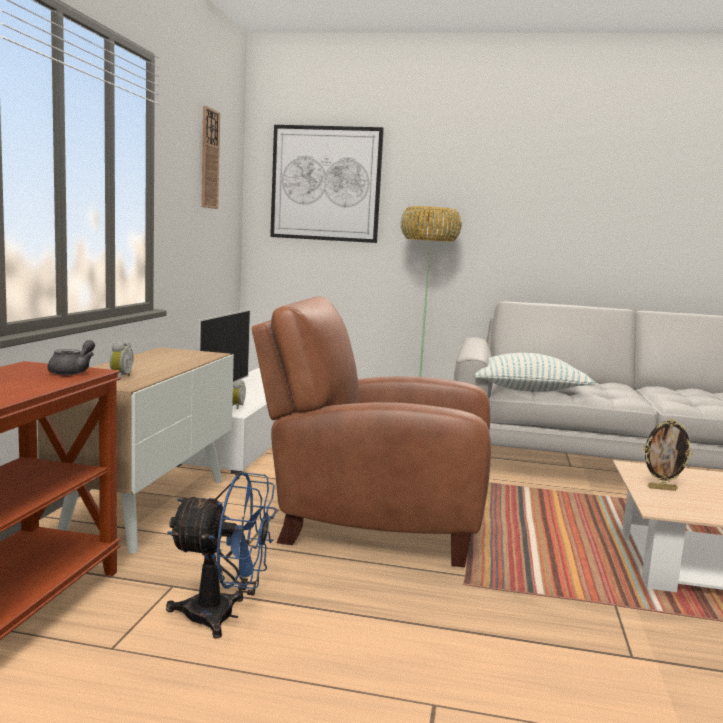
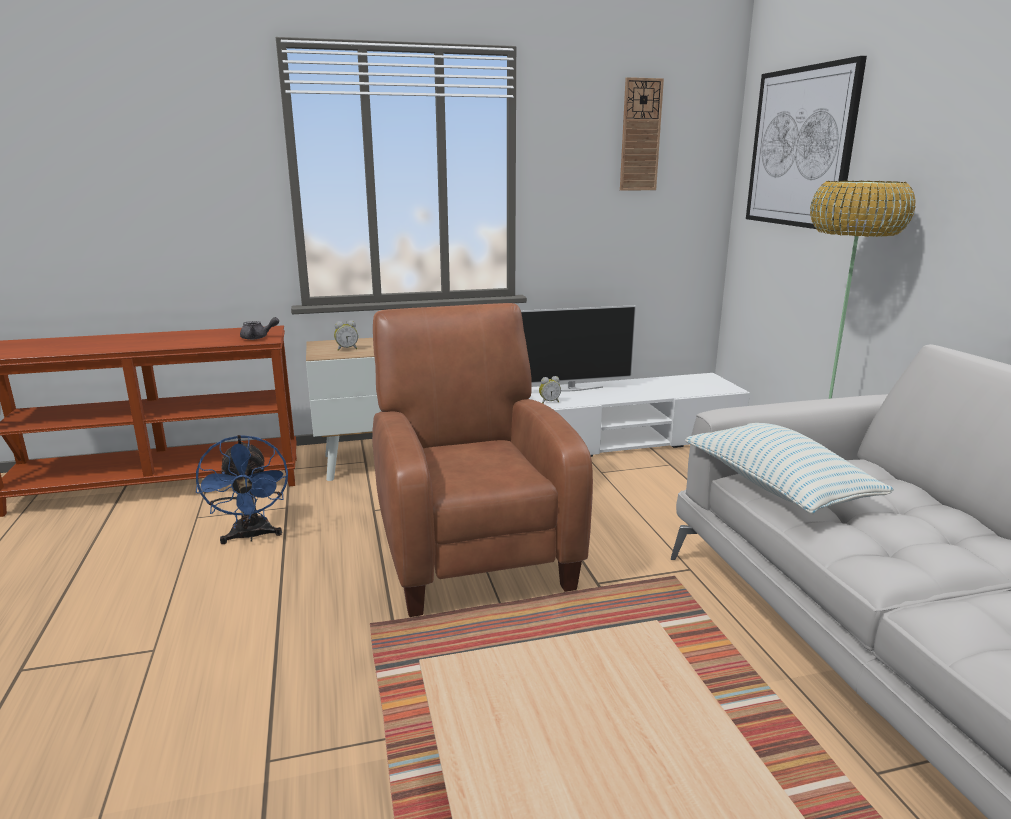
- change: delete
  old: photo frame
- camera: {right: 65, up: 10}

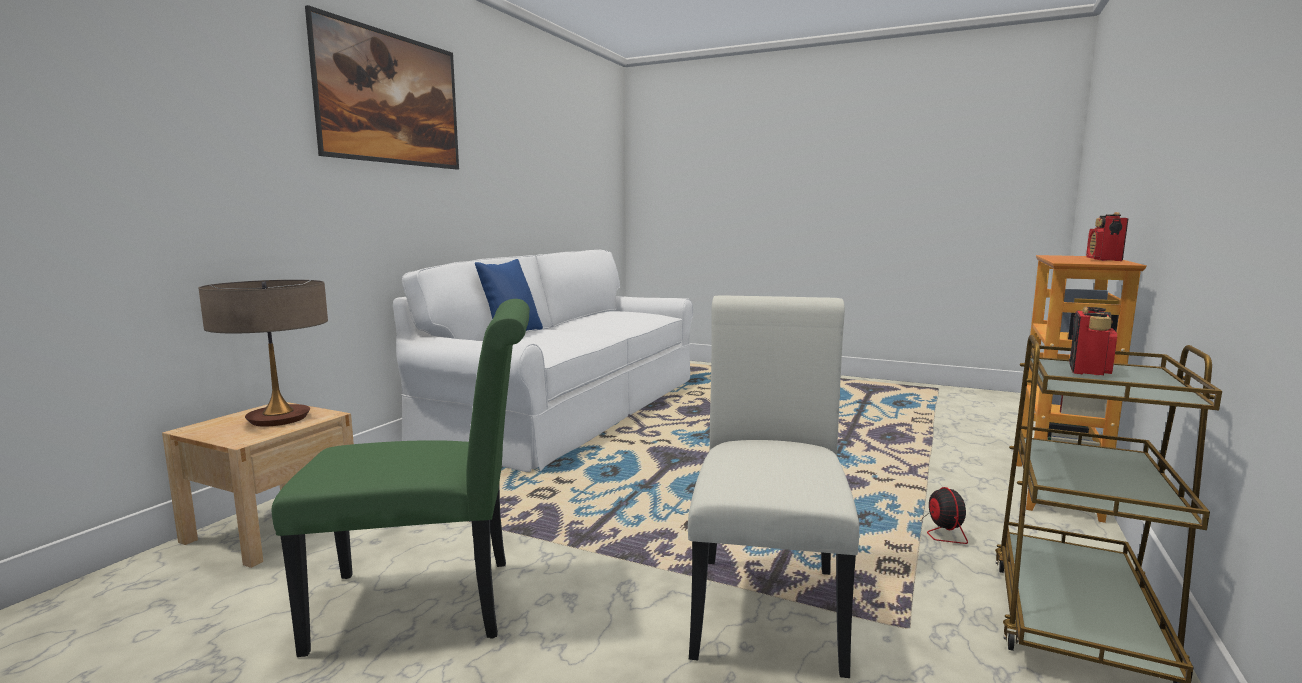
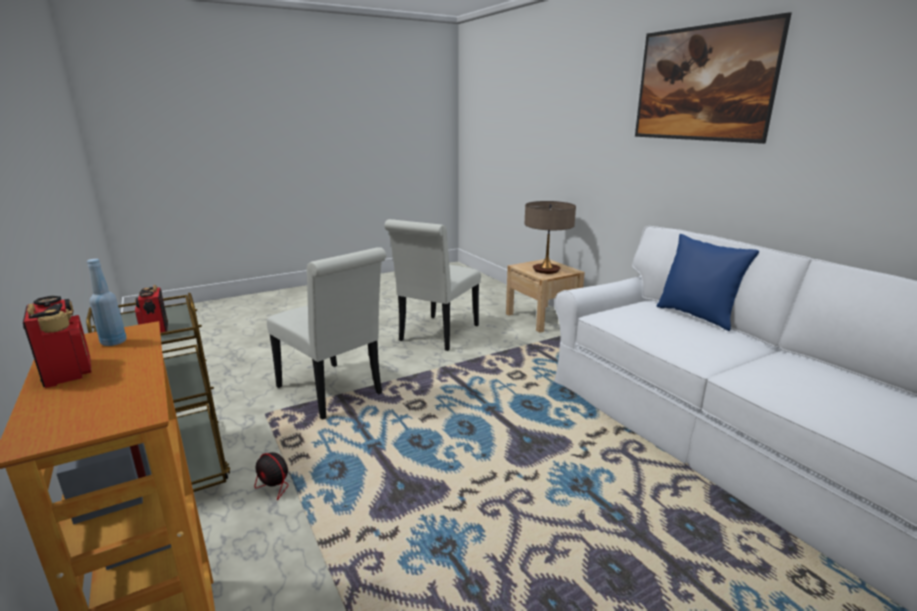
- change: recolor
  old: plain chair in green
  new: plain chair in white-coloured (2nd from left)
- change: insert
  new: bottle in blue-coloured
- camera: {right: 125, up: 10}

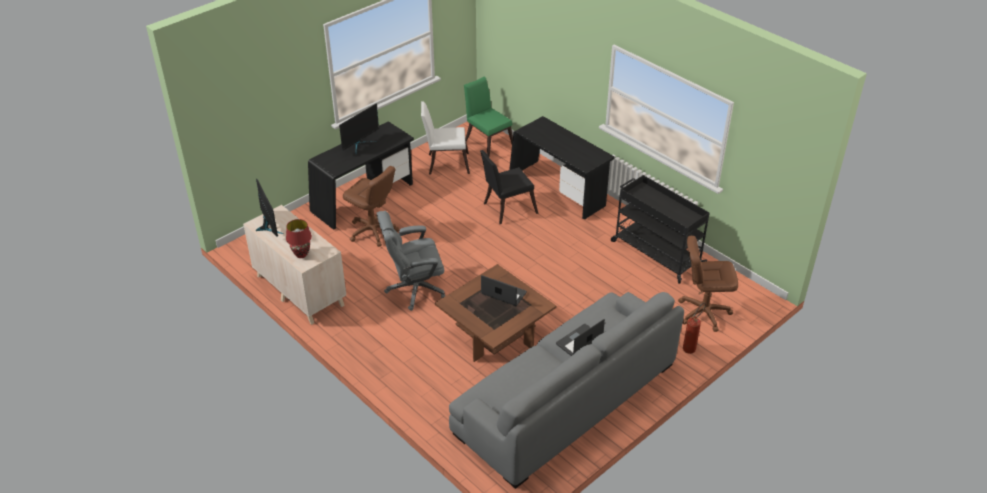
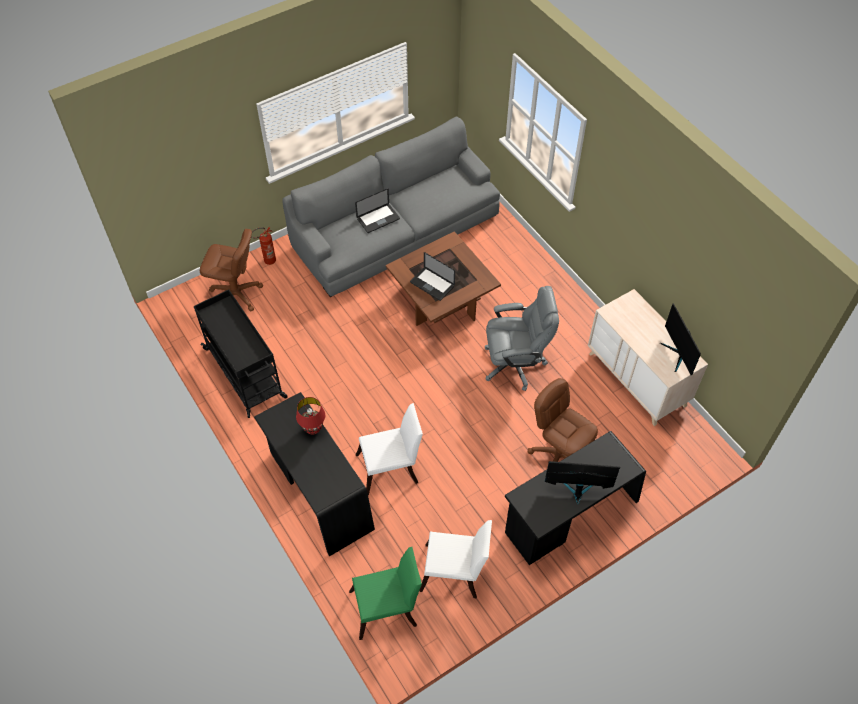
- change: rotate
  old: plain chair in green
  degrees: -75
- change: rotate
  old: computer display (2nd from left in the first image)
  degrees: 45
- change: recolor
  old: plain chair in black-coloured
  new: plain chair in white-coloured (1st from left)
- change: move
  old: tabletop lamp in reddish
- camera: {right: -170, up: 15}

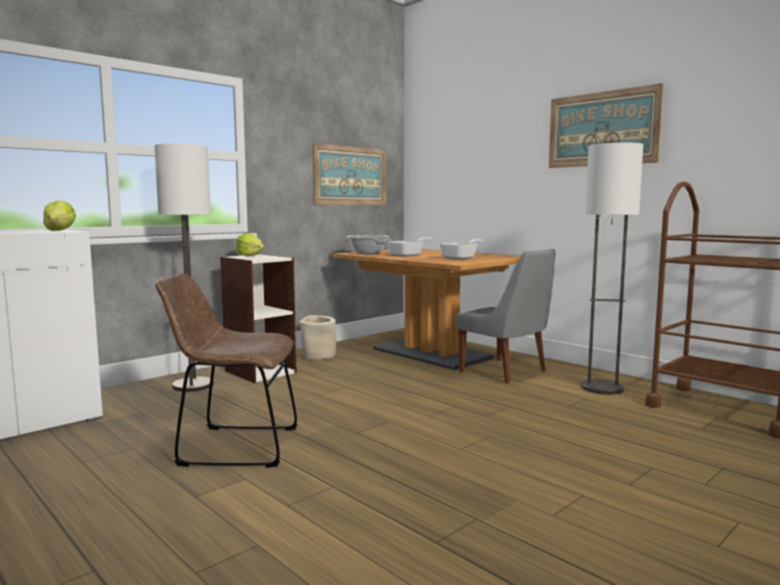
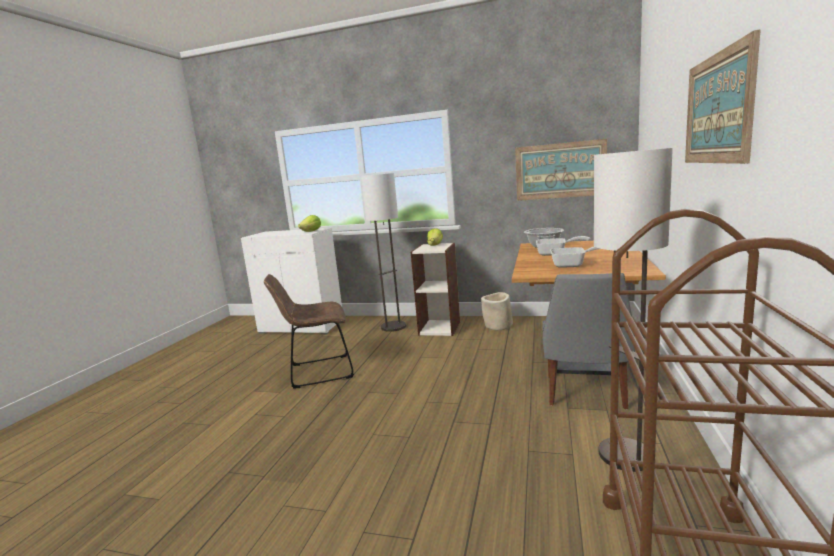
- change: rotate
  old: plain chair in brownish
  degrees: -75
- camera: {right: 60, up: 5}

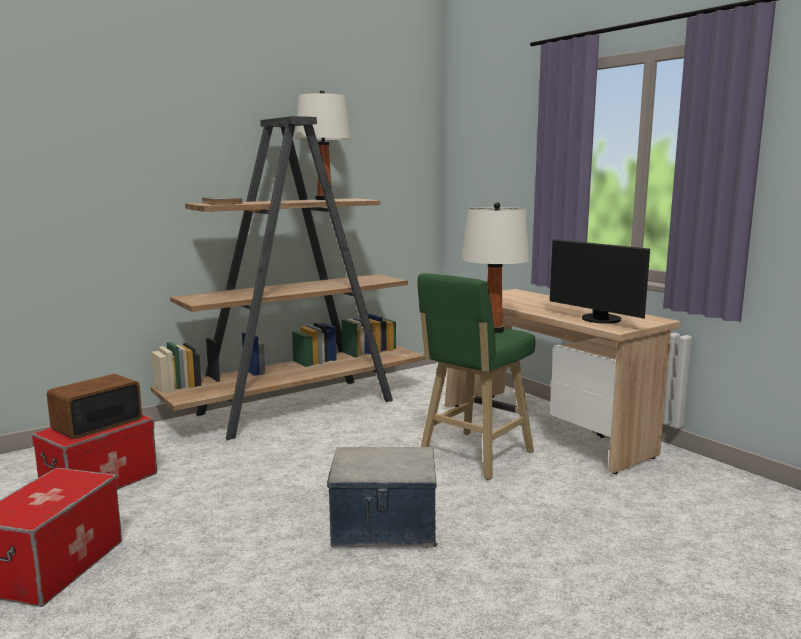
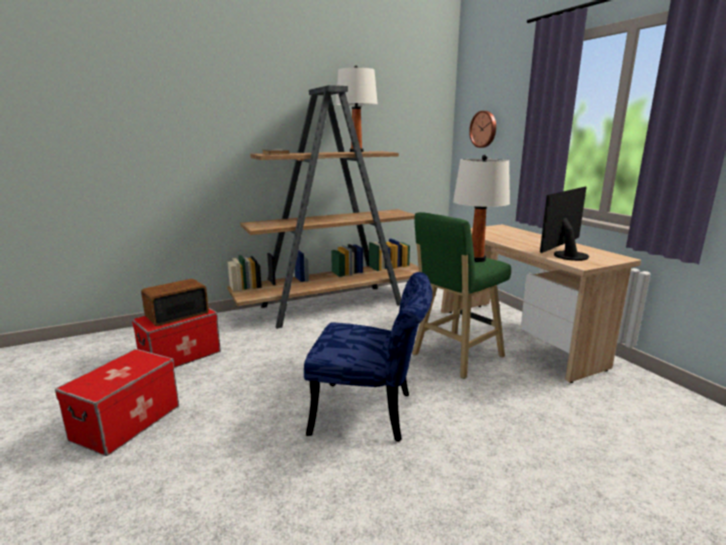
- change: rotate
  old: computer display
  degrees: 75
- change: replace
  old: storage box (3rd from left)
  new: plain chair in blue-coloured
- change: insert
  new: clock on the wall
- camera: {right: 10, up: 5}

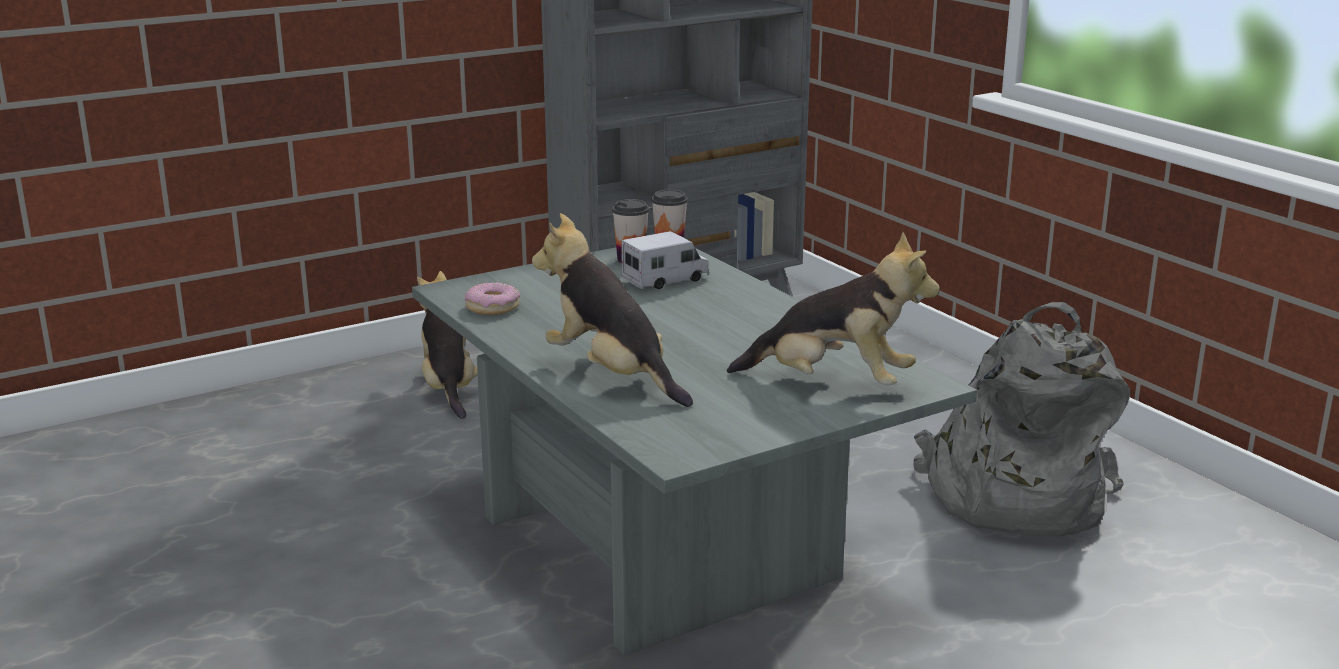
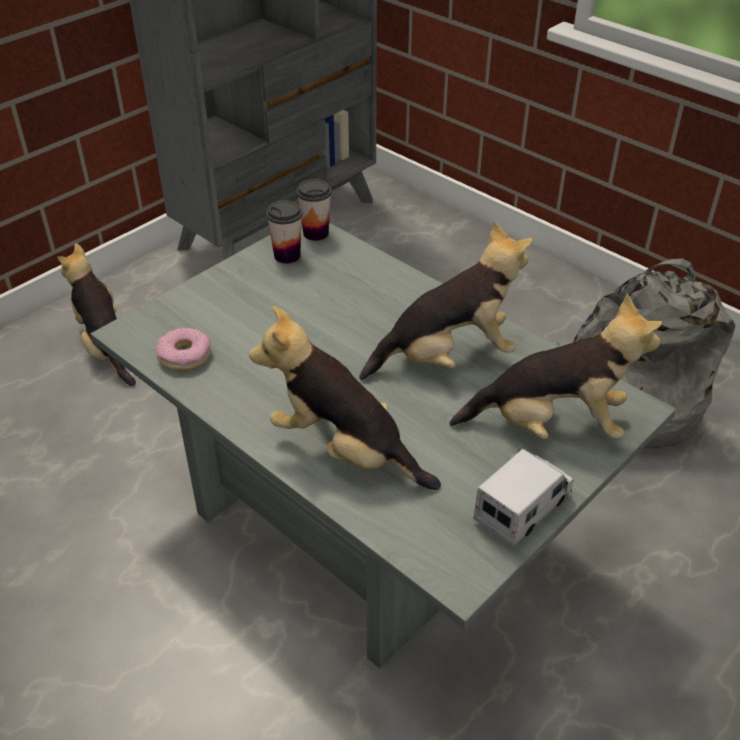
- change: move
  old: model truck
- change: insert
  new: plush toy (3rd from left)
- camera: {right: -15, up: 20}

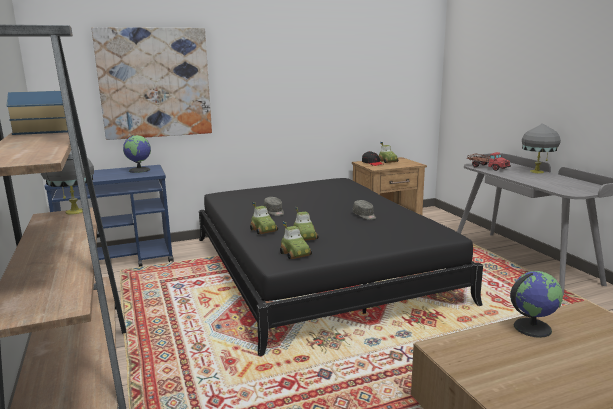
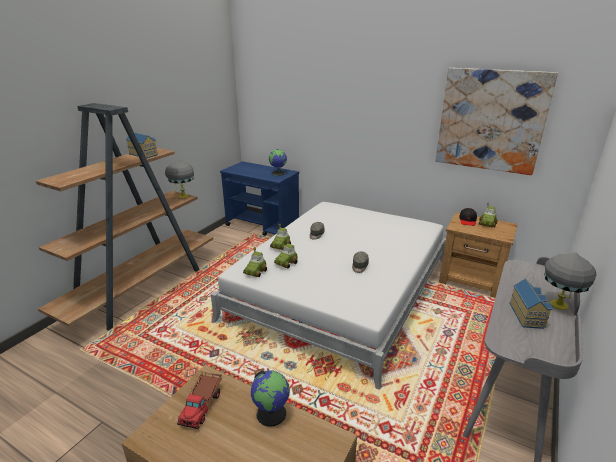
- change: move
  old: picture
- change: move
  old: model truck
- change: recolor
  old: bed in black-coloured
  new: bed in white-coloured
- change: insert
  new: model house (2nd from left)
- camera: {right: 50, up: 10}

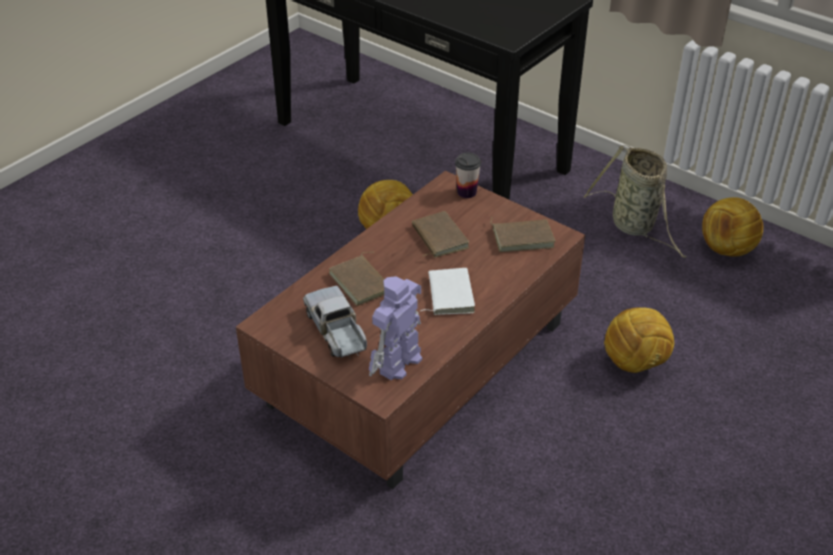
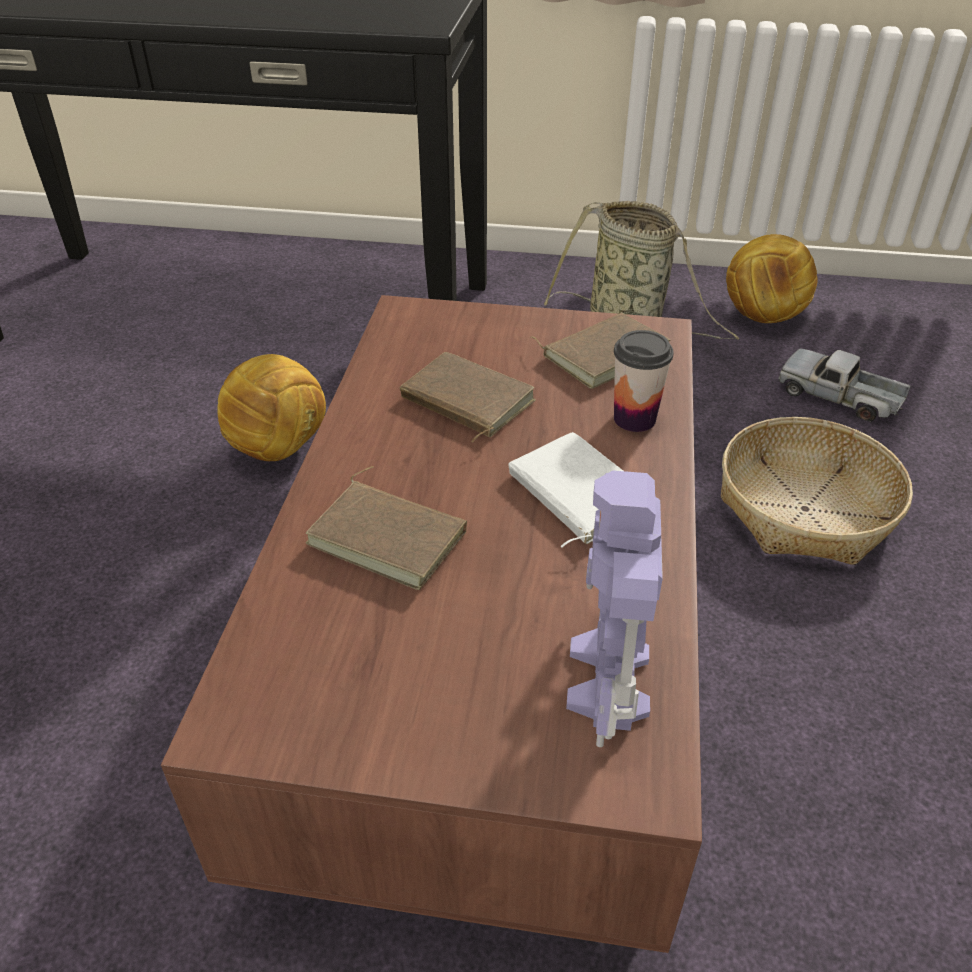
- change: move
  old: small cup
- change: move
  old: model truck
- change: replace
  old: football ball (2nd from left)
  new: basket (2nd from left)
- camera: {right: -30, up: 0}

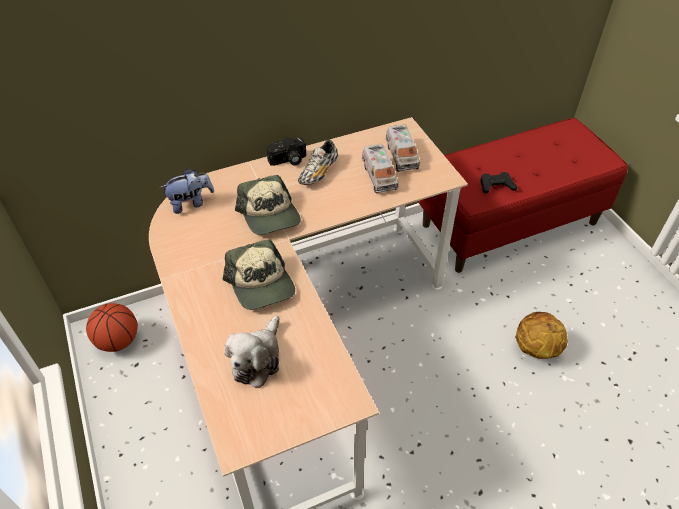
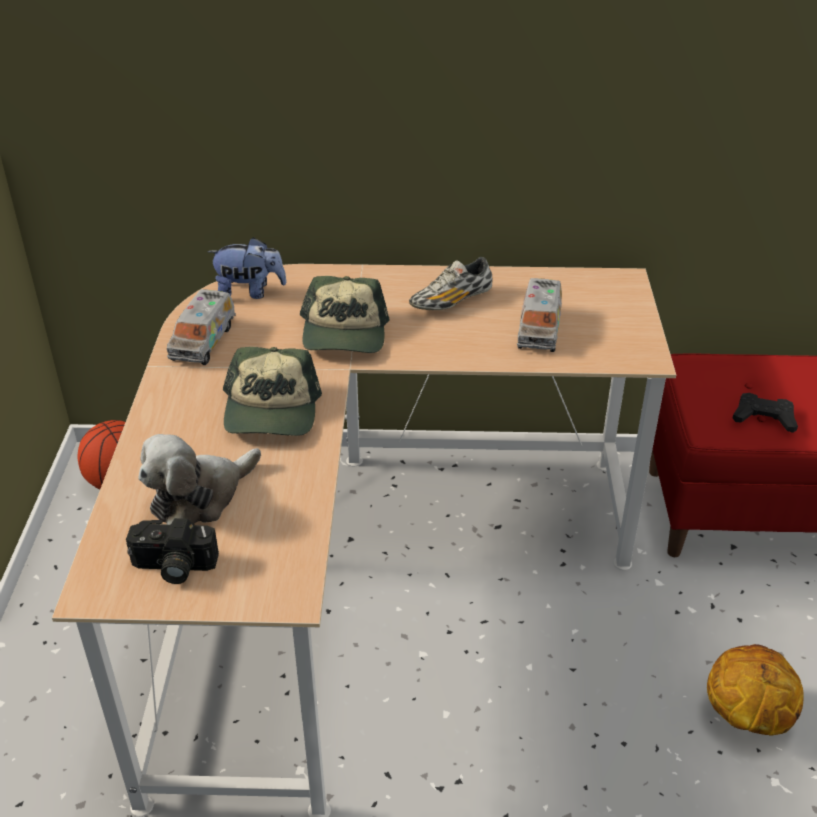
- change: move
  old: model truck (2nd from left in the first image)
  new: model truck (1st from left)
- change: move
  old: photo camera
- camera: {right: 25, up: -10}

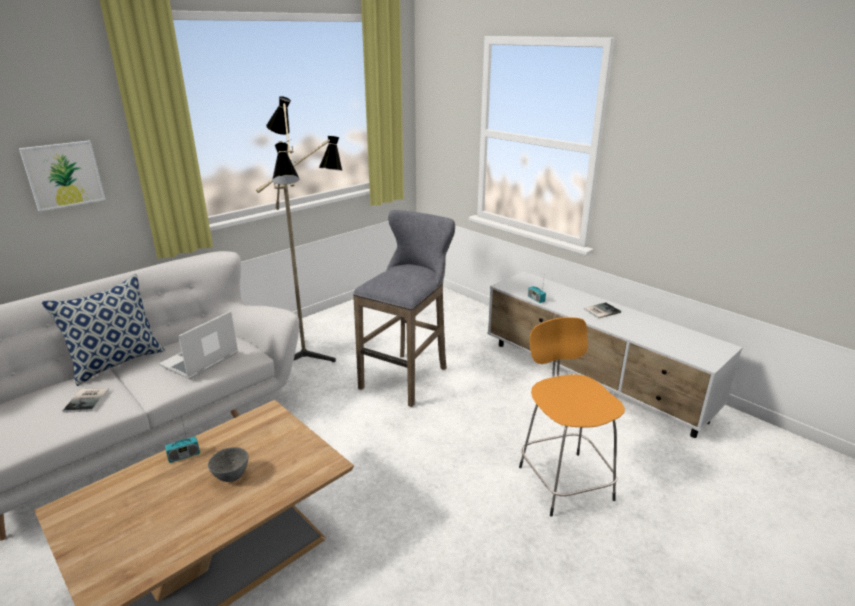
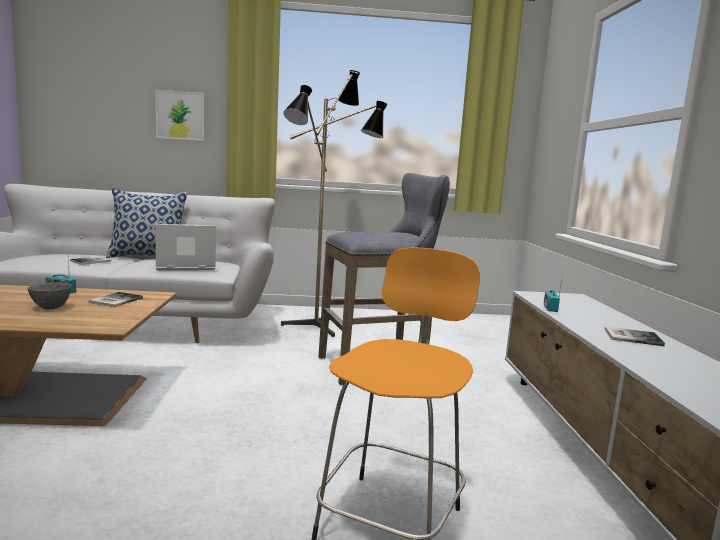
- change: insert
  new: volume (2nd from left)
- camera: {right: 40, up: -15}

